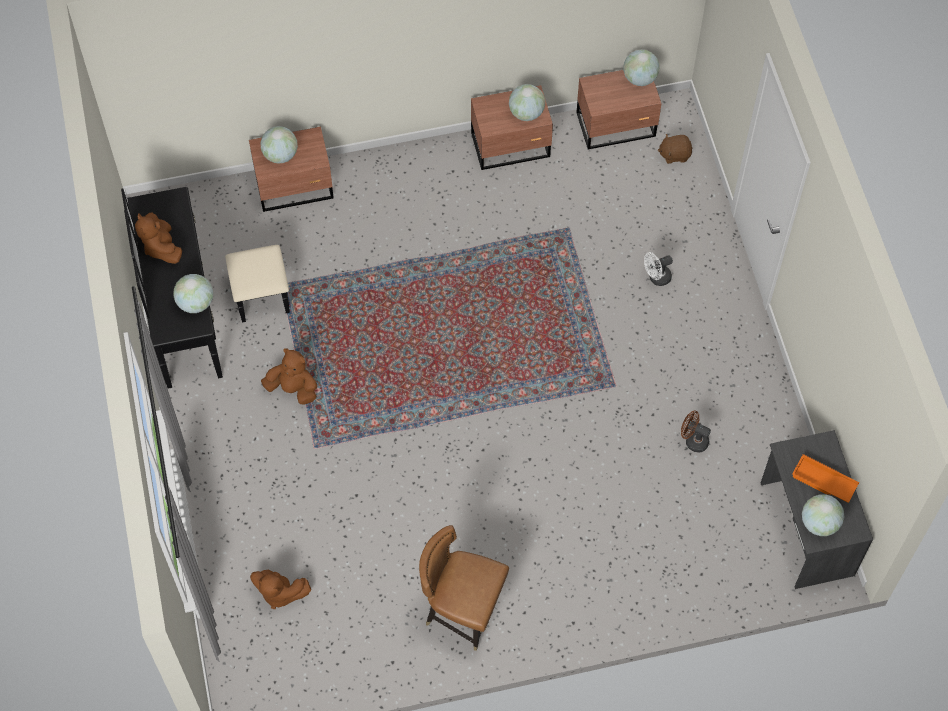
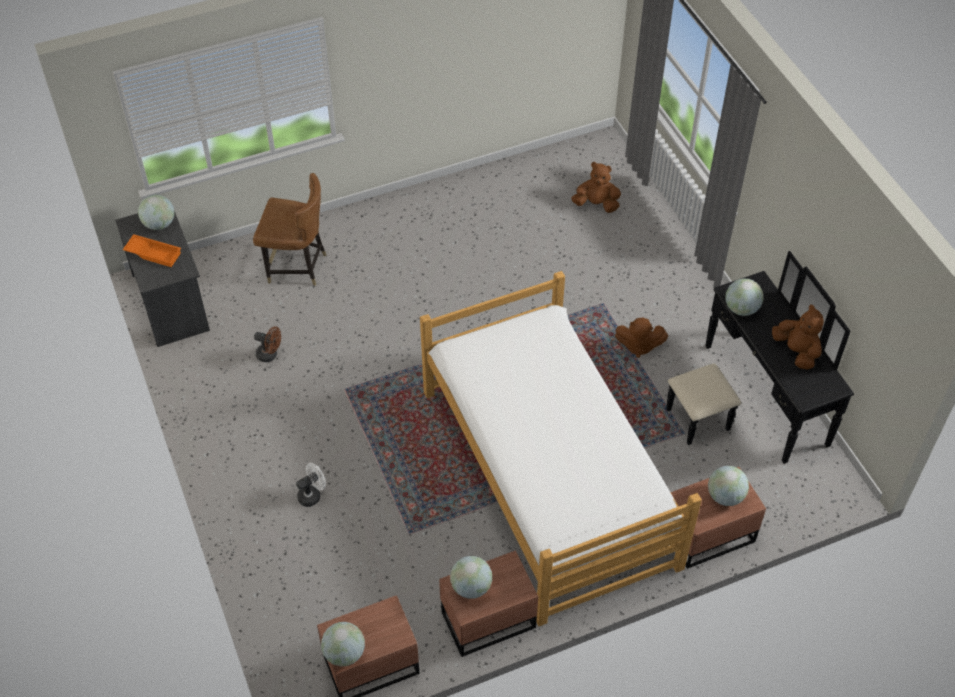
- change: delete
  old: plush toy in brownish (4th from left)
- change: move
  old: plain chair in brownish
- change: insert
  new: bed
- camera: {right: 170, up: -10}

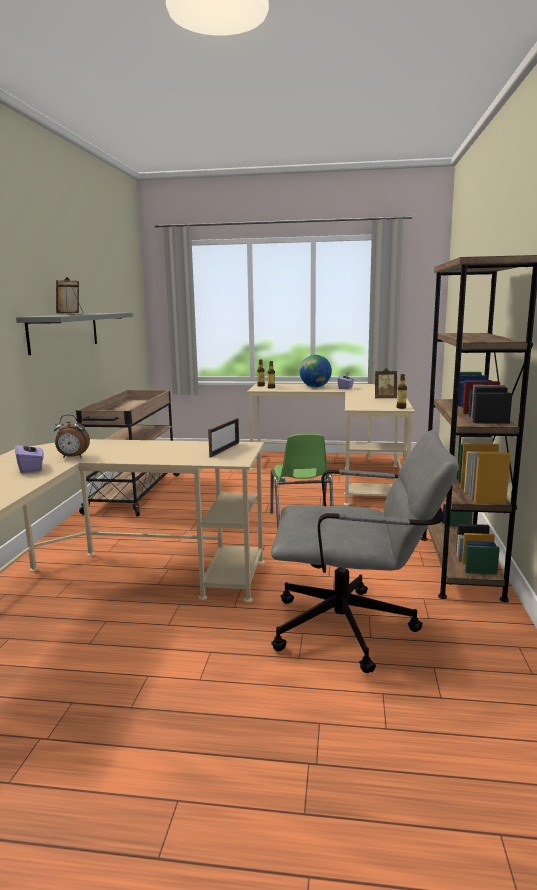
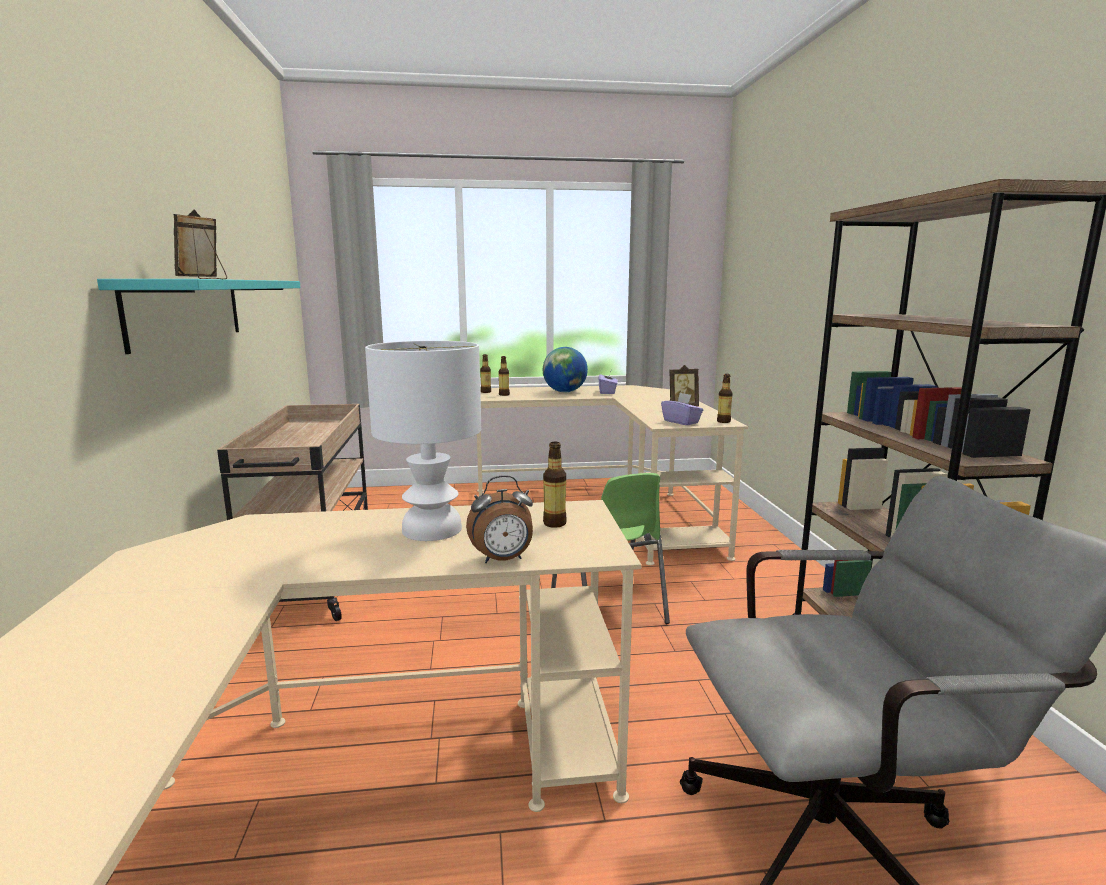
- change: recolor
  old: shelf in gray
  new: shelf in blue-green
- change: move
  old: table clock
- change: replace
  old: photo frame (2nd from left)
  new: bottle (3rd from left)
- change: move
  old: tissue box in purple (1st from left in the first image)
  new: tissue box in purple (2nd from left)
- change: insert
  new: tabletop lamp in white-coloured
- camera: {right: -15, up: 0}

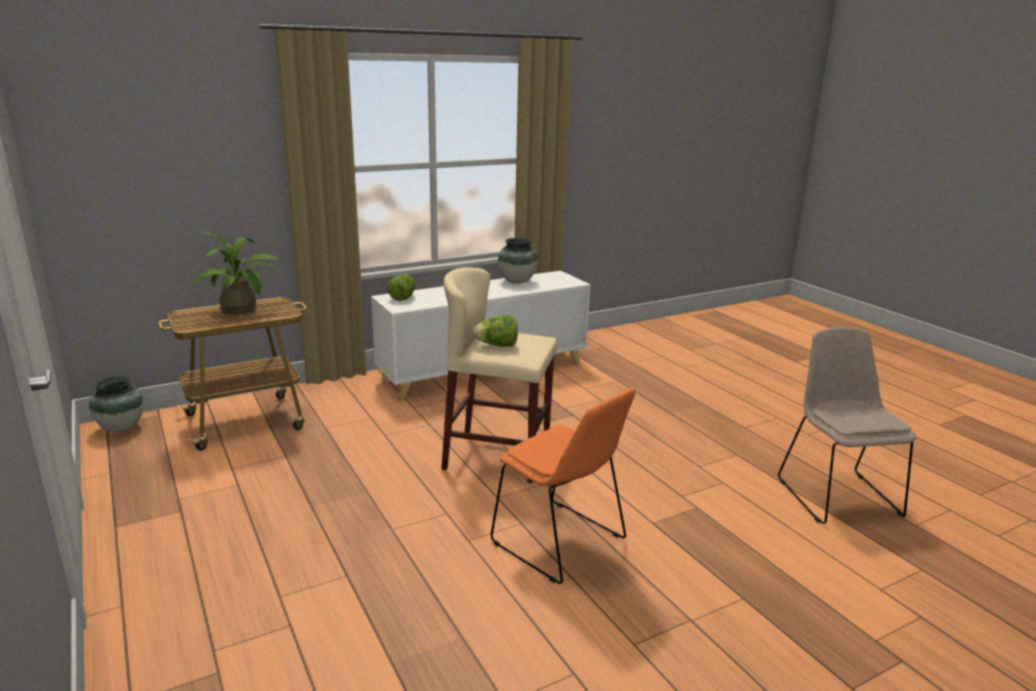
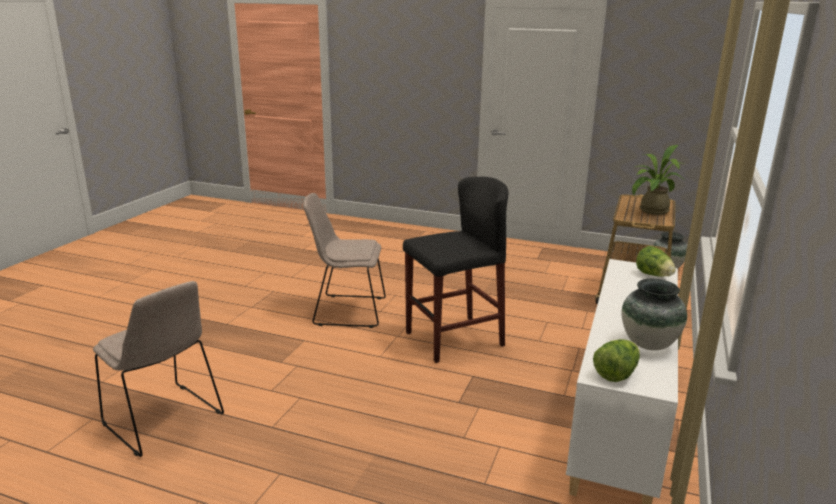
- change: recolor
  old: stool seat in sand-coloured
  new: stool seat in black-coloured
- change: move
  old: lettuce head (2nd from left in the first image)
  new: lettuce head (1st from left)
- change: recolor
  old: plain chair in orangey
  new: plain chair in sand-coloured (2nd from left)
- camera: {right: 140, up: 0}

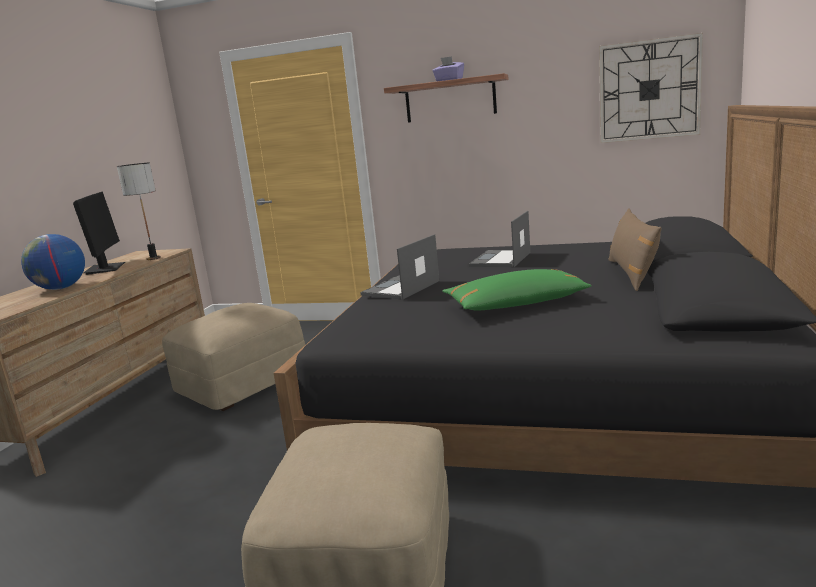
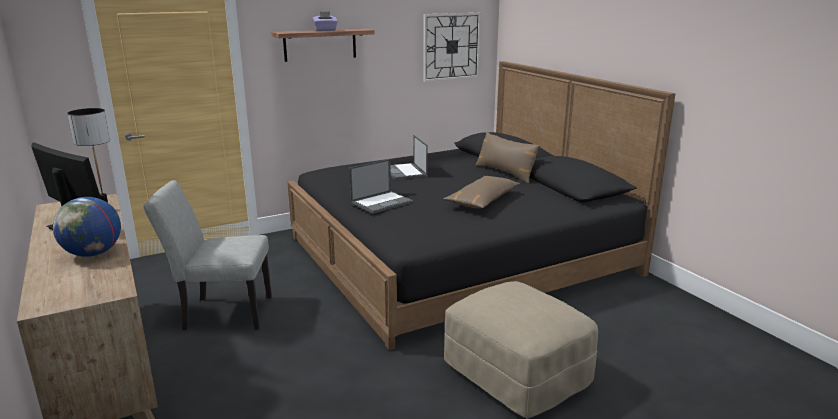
- change: rotate
  old: portable computer (1st from left)
  degrees: -120
- change: recolor
  old: pillow in green
  new: pillow in brownish (1st from left)
- change: replace
  old: footrest in sand-coloured (1st from left)
  new: plain chair in gray
- camera: {right: -45, up: 5}

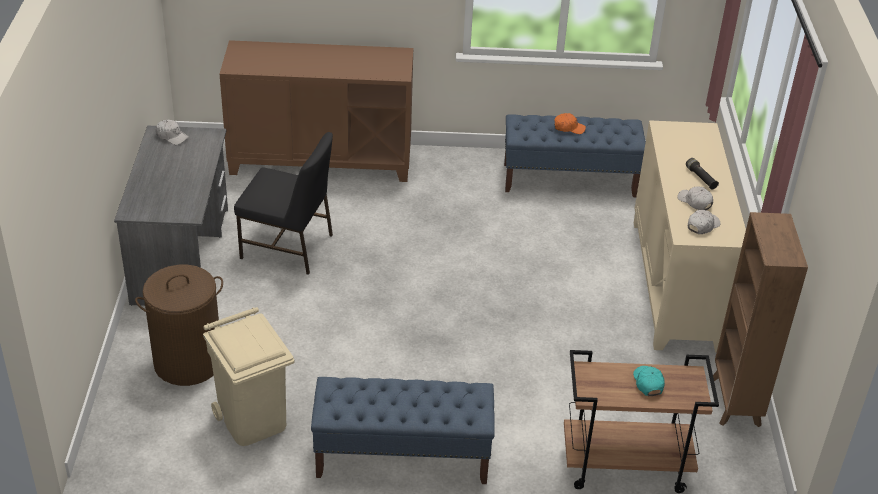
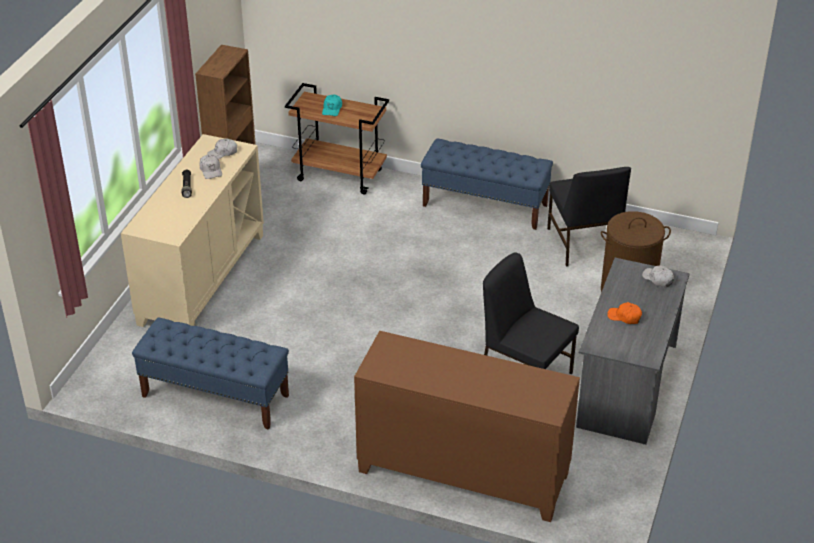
- change: move
  old: baseball cap in orangey
- change: move
  old: baseball cap in white-coloured (1st from left in the first image)
  new: baseball cap in white-coloured (3rd from left)
- change: replace
  old: trash can in sand-coloured
  new: plain chair in black-coloured (2nd from left)
- camera: {right: -160, up: 0}

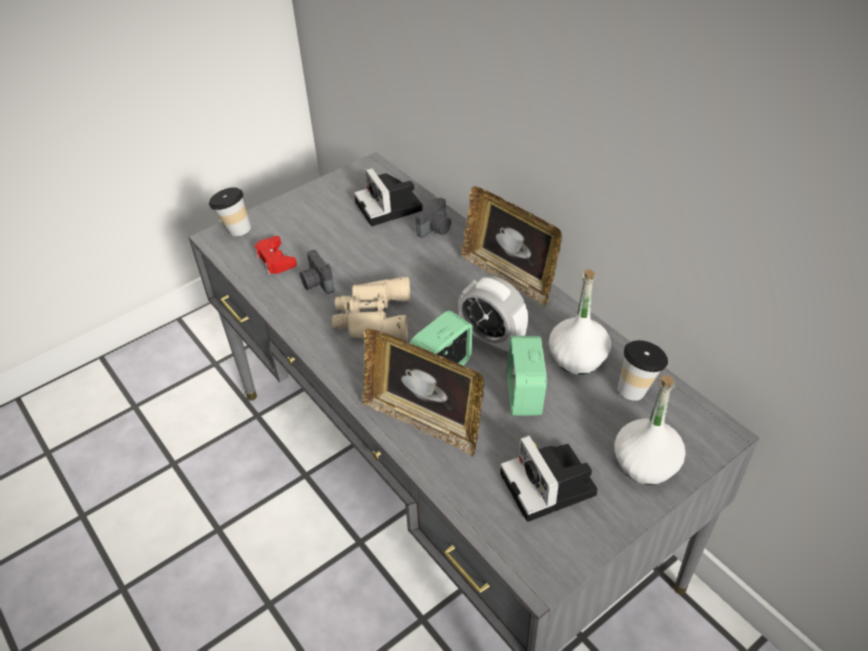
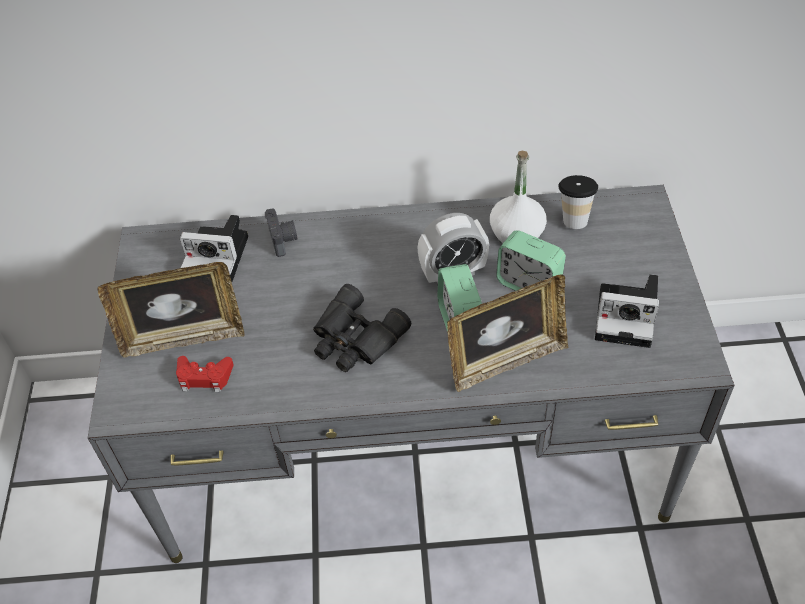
- change: delete
  old: small cup (1st from left)
- change: move
  old: photo frame (2nd from left in the first image)
  new: photo frame (1st from left)
- change: delete
  old: photo camera (1st from left)
- change: recolor
  old: binoculars in sand-coloured
  new: binoculars in black-coloured
- change: delete
  old: bottle in white-coloured (2nd from left)
- camera: {right: -55, up: 5}

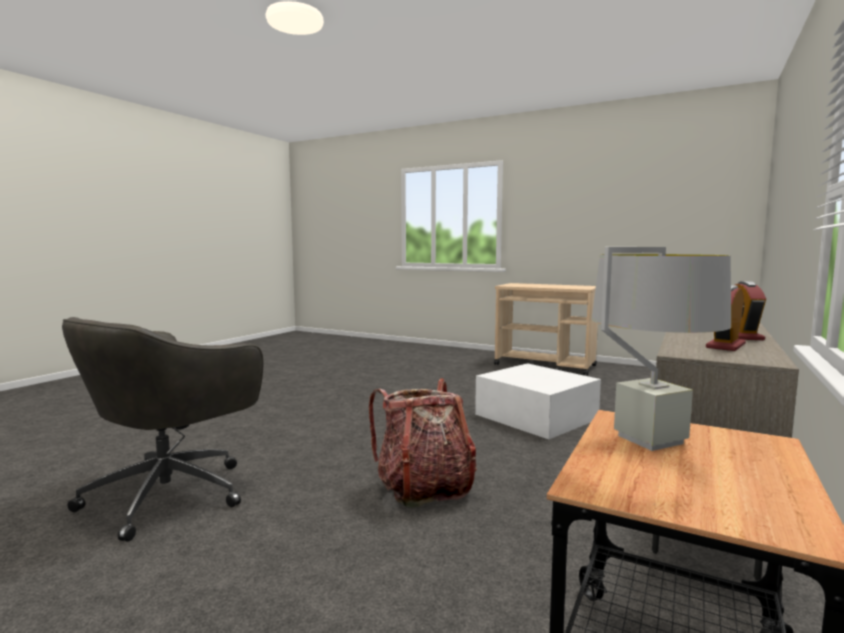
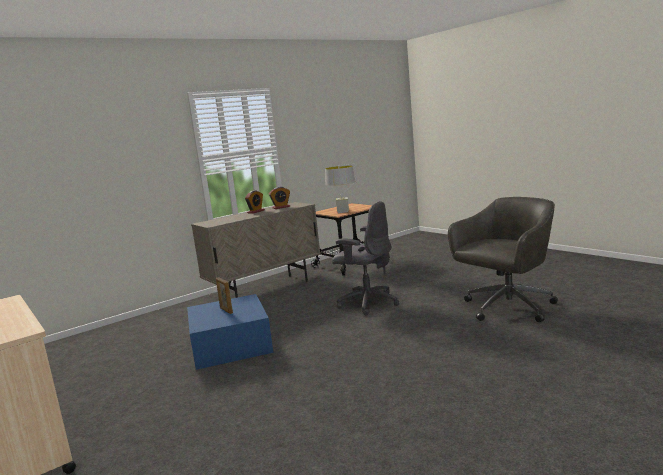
- change: recolor
  old: storage box in white-coloured
  new: storage box in blue-coloured
- change: replace
  old: rucksack
  new: office chair in gray (1st from left)
- change: insert
  new: photo frame
- camera: {right: -155, up: 5}

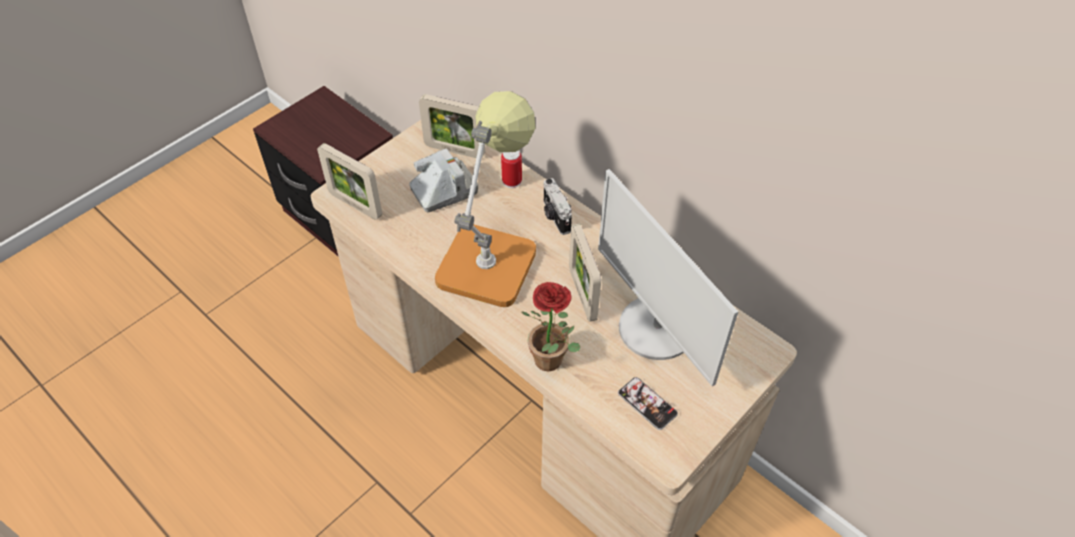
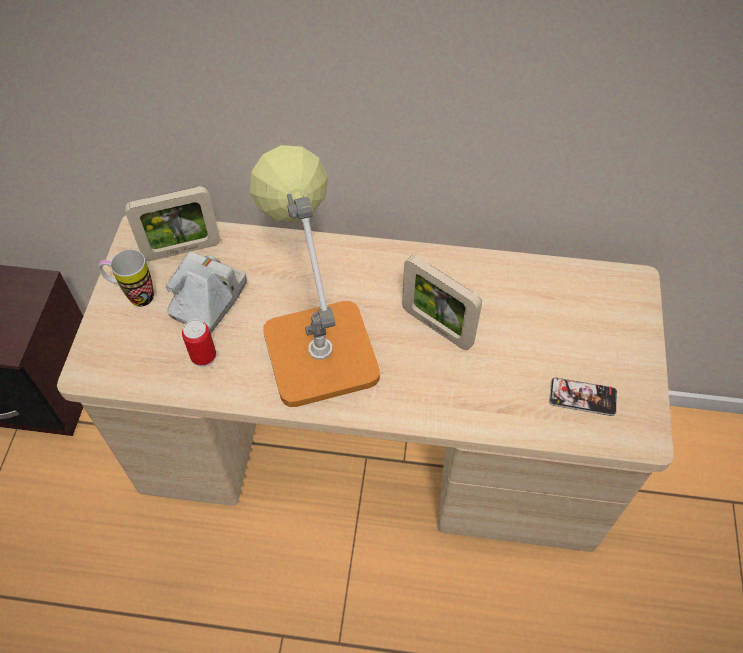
- change: delete
  old: photo frame (1st from left)
- change: move
  old: can
- change: delete
  old: computer display
- change: delete
  old: photo camera (2nd from left)
- change: delete
  old: houseplant
- change: insert
  new: mug
- camera: {right: -35, up: 5}

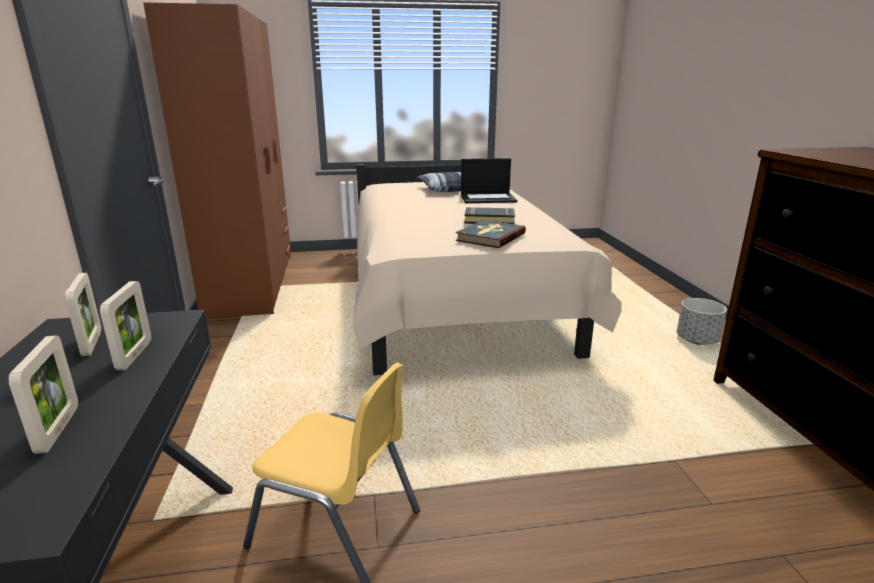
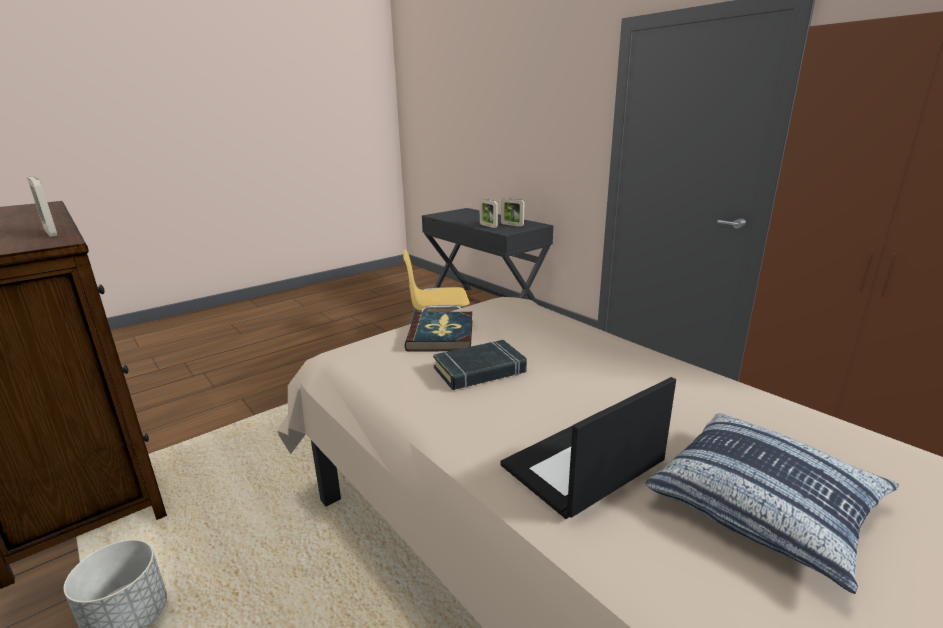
- change: move
  old: photo frame (1st from left)
- camera: {right: 150, up: 0}

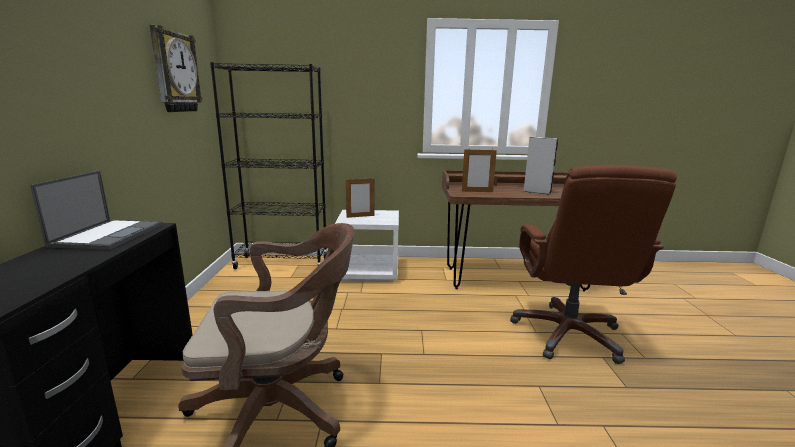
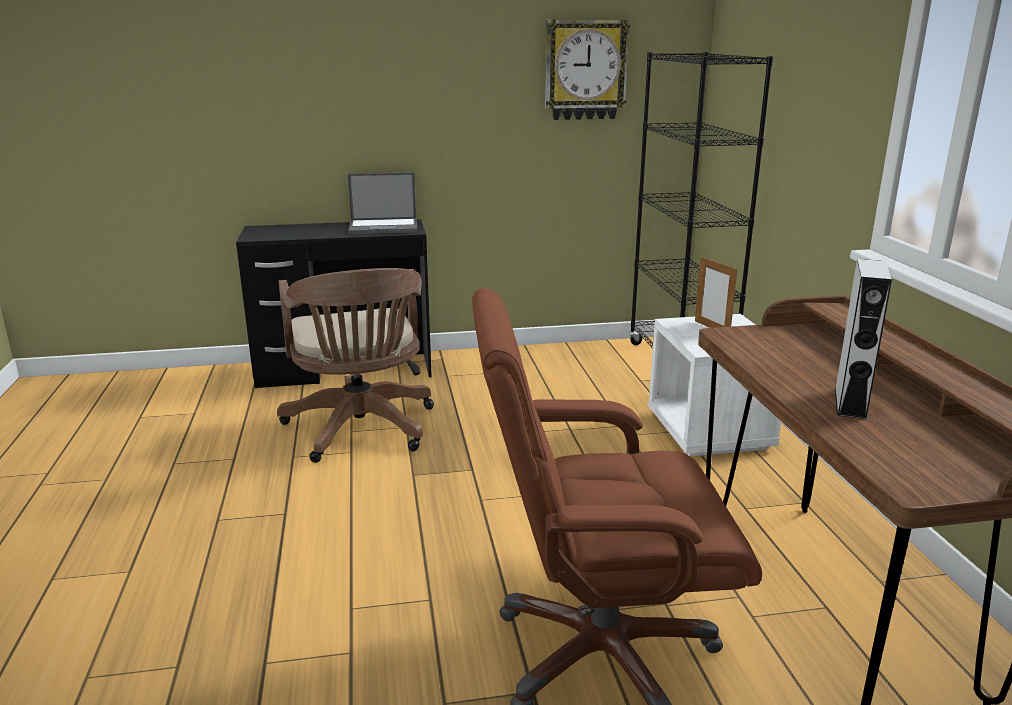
- change: delete
  old: photo frame (2nd from left)
- camera: {right: 80, up: 5}

